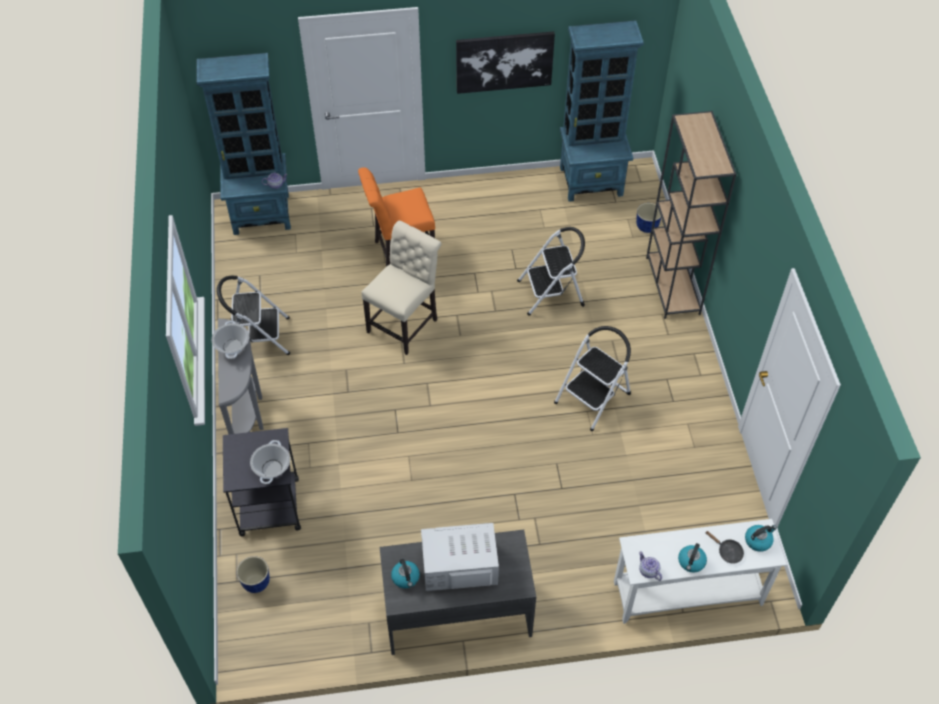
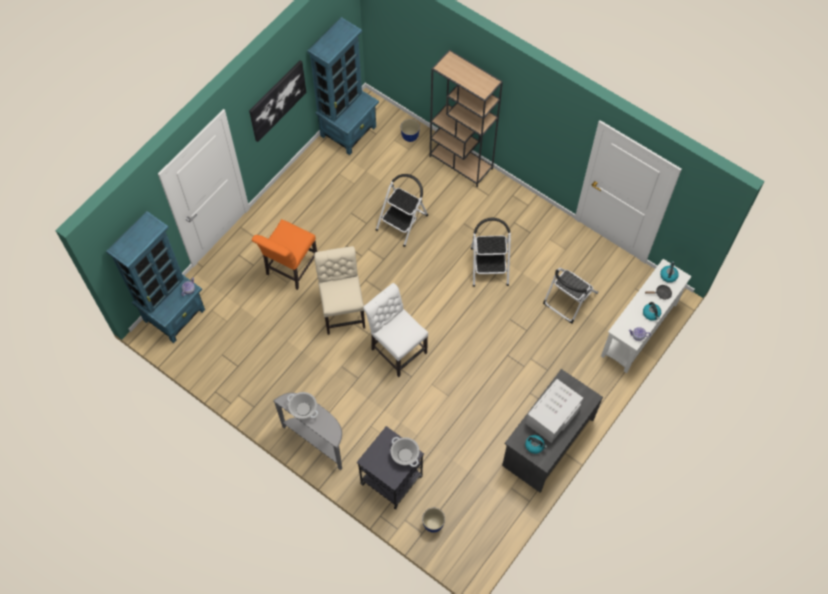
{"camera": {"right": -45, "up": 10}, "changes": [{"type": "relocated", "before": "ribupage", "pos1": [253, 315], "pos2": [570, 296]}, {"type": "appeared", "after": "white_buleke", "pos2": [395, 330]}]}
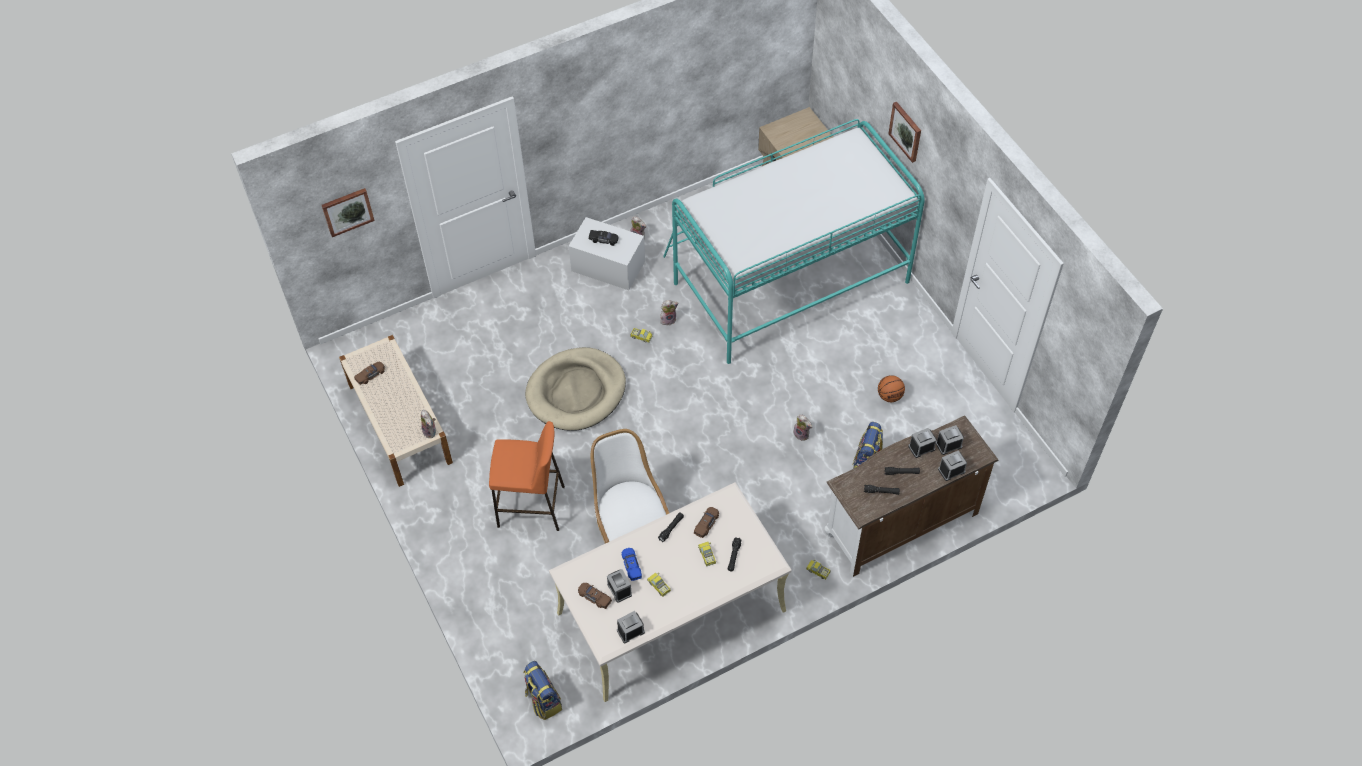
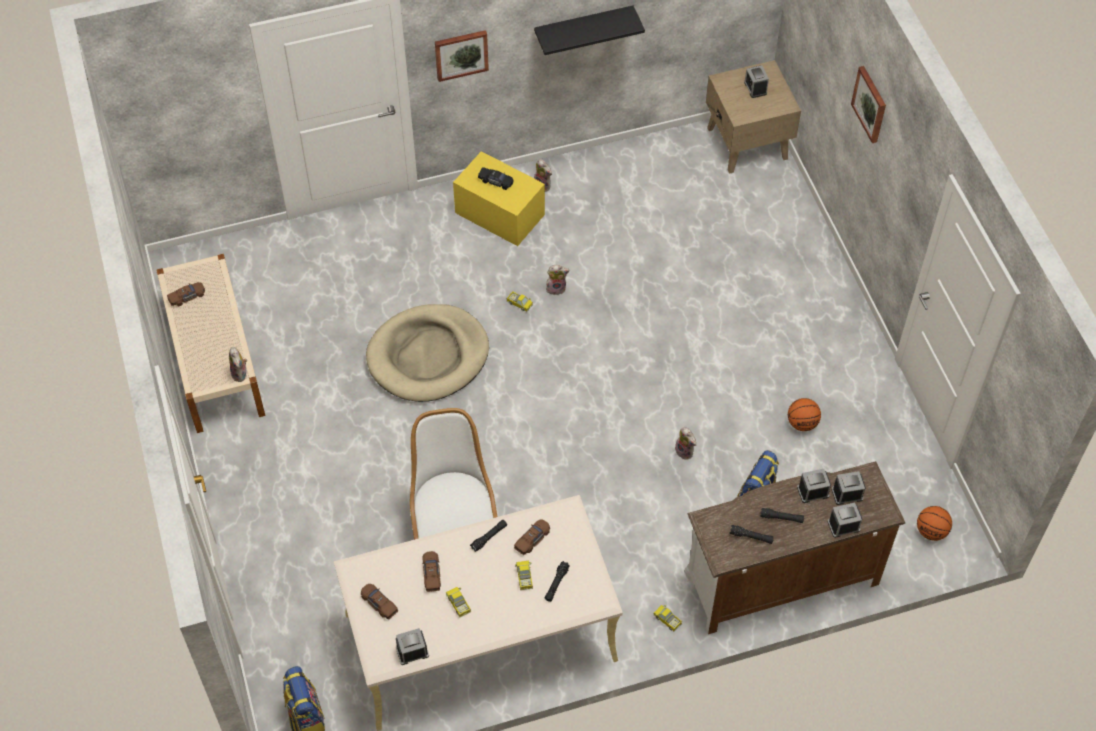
{"camera": {"right": 10, "up": 0}, "changes": [{"type": "relocated", "before": "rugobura", "pos1": [348, 212], "pos2": [462, 56]}, {"type": "missing", "before": "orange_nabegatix", "pos1": [527, 476]}, {"type": "colour", "before": "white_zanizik", "after": "yellow_zanizik", "pos1": [607, 253], "pos2": [499, 198]}, {"type": "relocated", "before": "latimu", "pos1": [619, 586], "pos2": [756, 81]}, {"type": "colour", "before": "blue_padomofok", "after": "brown_padomofok", "pos1": [631, 564], "pos2": [431, 571]}, {"type": "missing", "before": "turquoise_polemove", "pos1": [794, 241]}, {"type": "appeared", "after": "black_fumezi", "pos2": [589, 30]}, {"type": "appeared", "after": "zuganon", "pos2": [934, 523]}]}
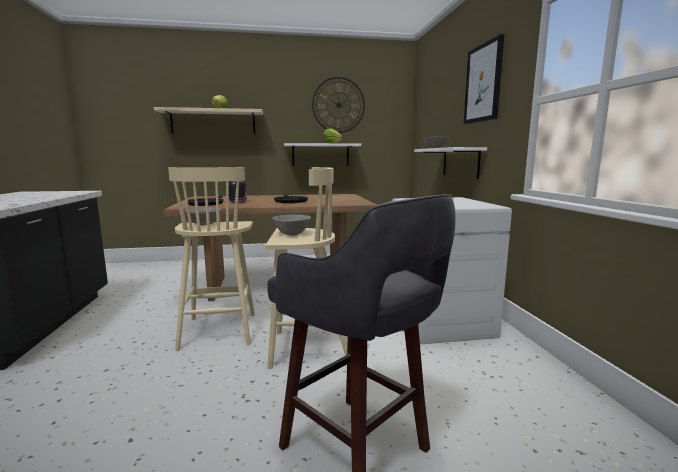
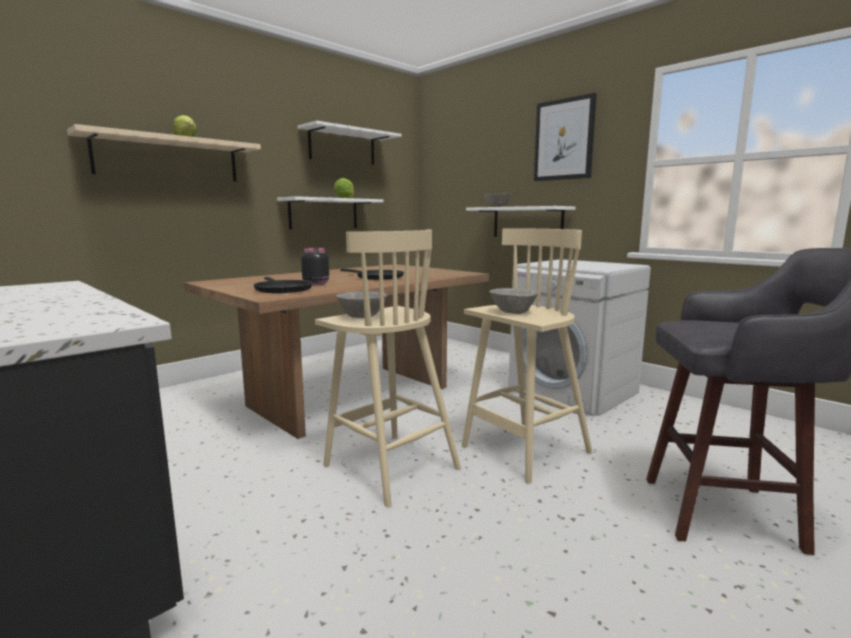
{"camera": {"right": -35, "up": 0}, "changes": [{"type": "exchanged", "before": "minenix", "after": "white_fumezi", "pos1": [338, 105], "pos2": [349, 143]}]}
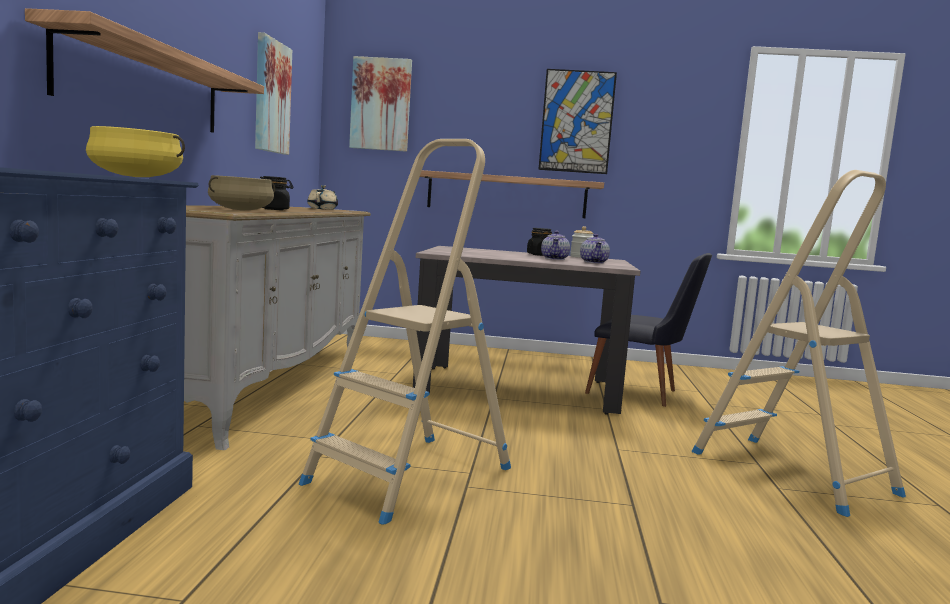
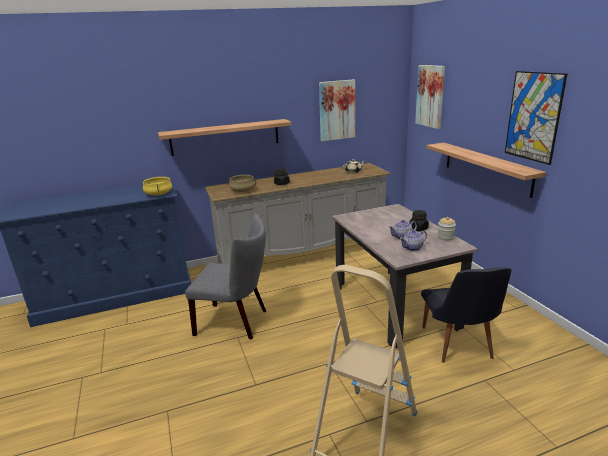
{"camera": {"right": 65, "up": 15}, "changes": [{"type": "exchanged", "before": "beige_ribupage", "after": "grey_buleke", "pos1": [405, 332], "pos2": [225, 276]}]}
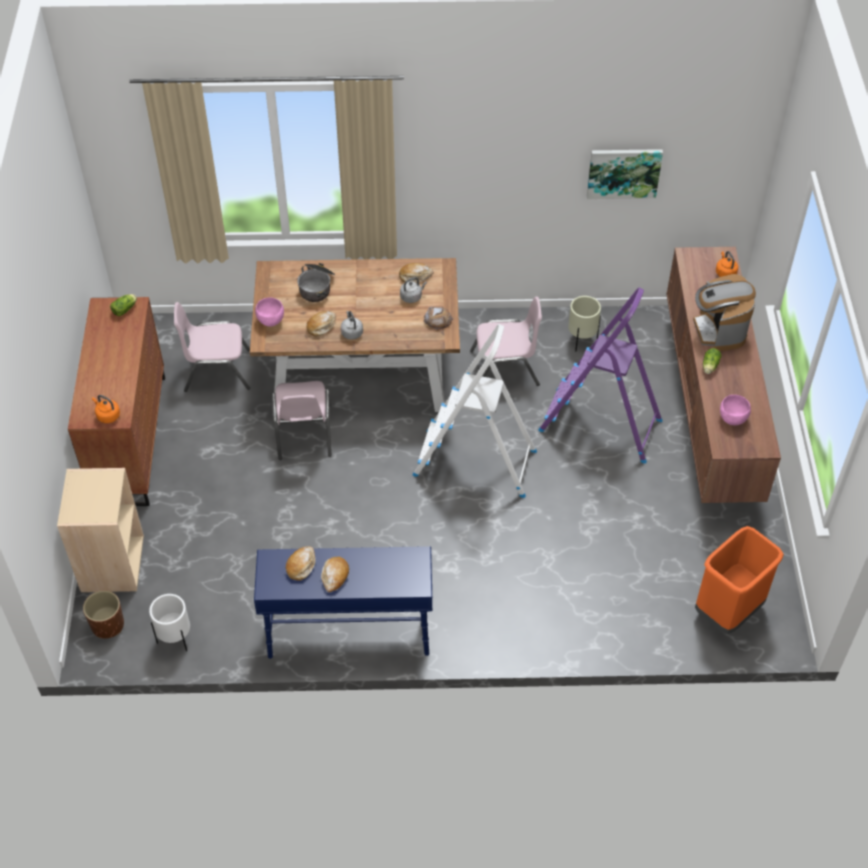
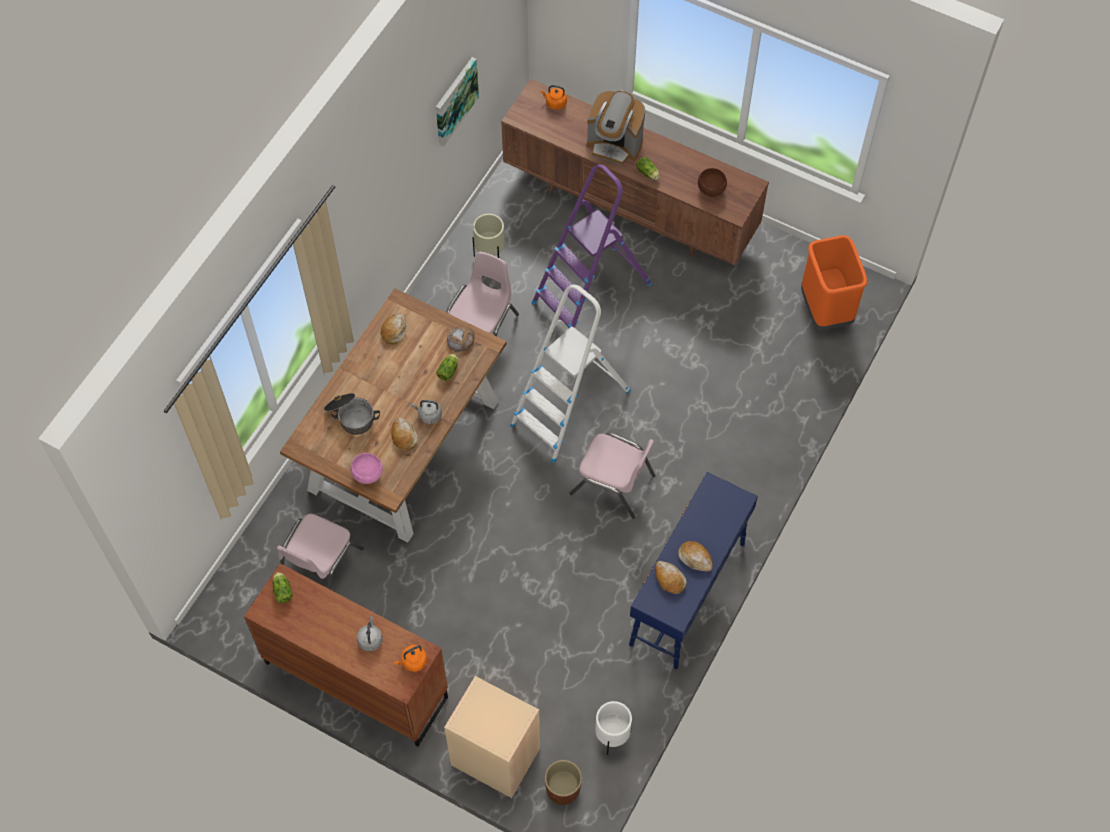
{"camera": {"right": -60, "up": 10}, "changes": [{"type": "relocated", "before": "pink_buleke", "pos1": [302, 420], "pos2": [612, 476]}, {"type": "relocated", "before": "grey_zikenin", "pos1": [413, 290], "pos2": [370, 634]}, {"type": "colour", "before": "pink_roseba", "after": "brown_roseba", "pos1": [735, 410], "pos2": [712, 182]}, {"type": "appeared", "after": "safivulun", "pos2": [447, 367]}]}
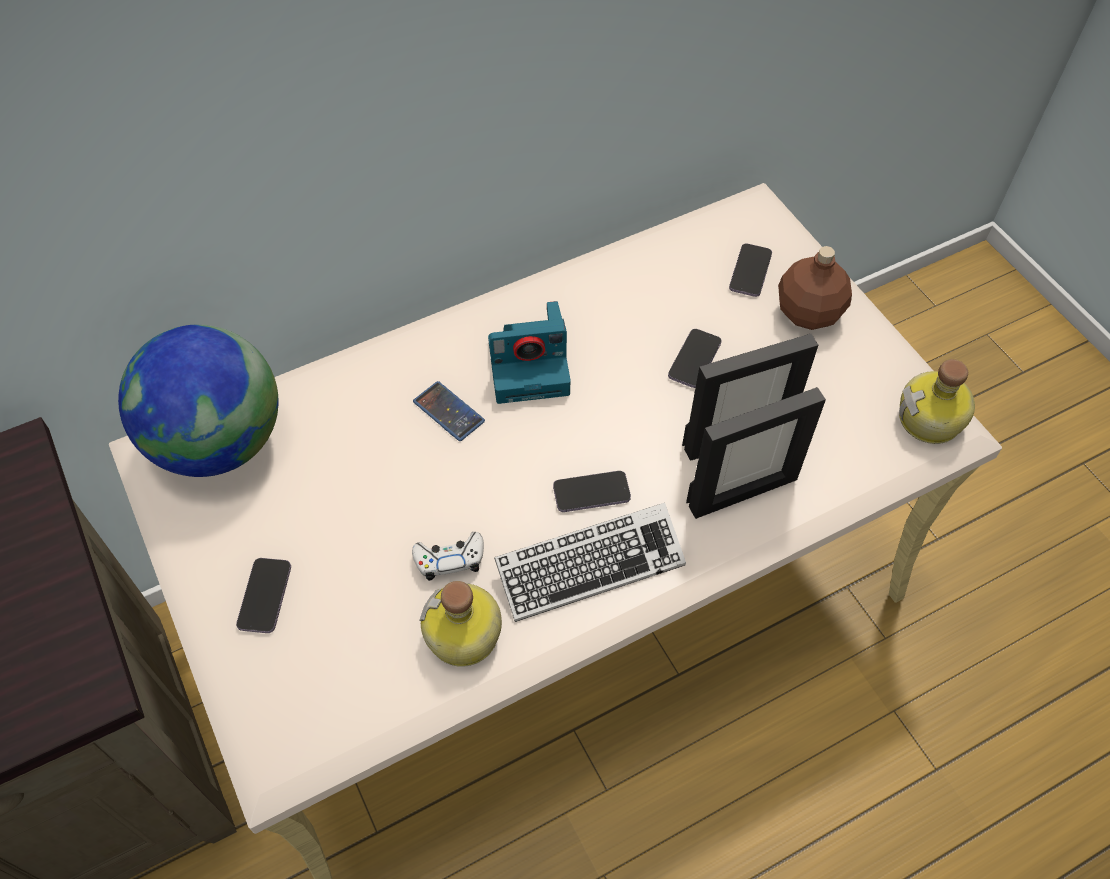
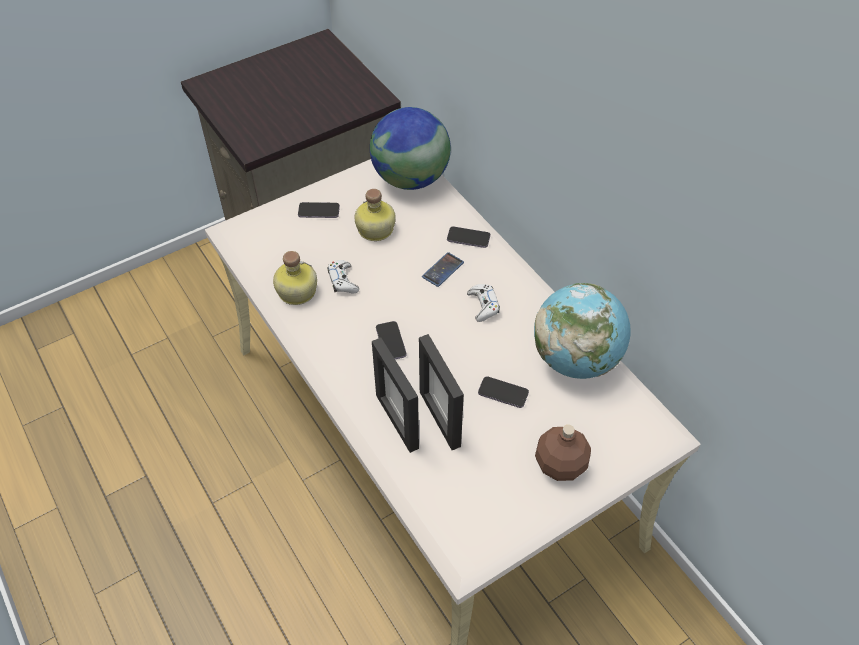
{"camera": {"right": 85, "up": -5}, "changes": [{"type": "exchanged", "before": "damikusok", "after": "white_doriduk", "pos1": [529, 352], "pos2": [483, 303]}, {"type": "missing", "before": "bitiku", "pos1": [590, 562]}, {"type": "relocated", "before": "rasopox", "pos1": [750, 270], "pos2": [468, 237]}, {"type": "relocated", "before": "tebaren", "pos1": [937, 401], "pos2": [375, 215]}, {"type": "appeared", "after": "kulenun", "pos2": [582, 331]}]}
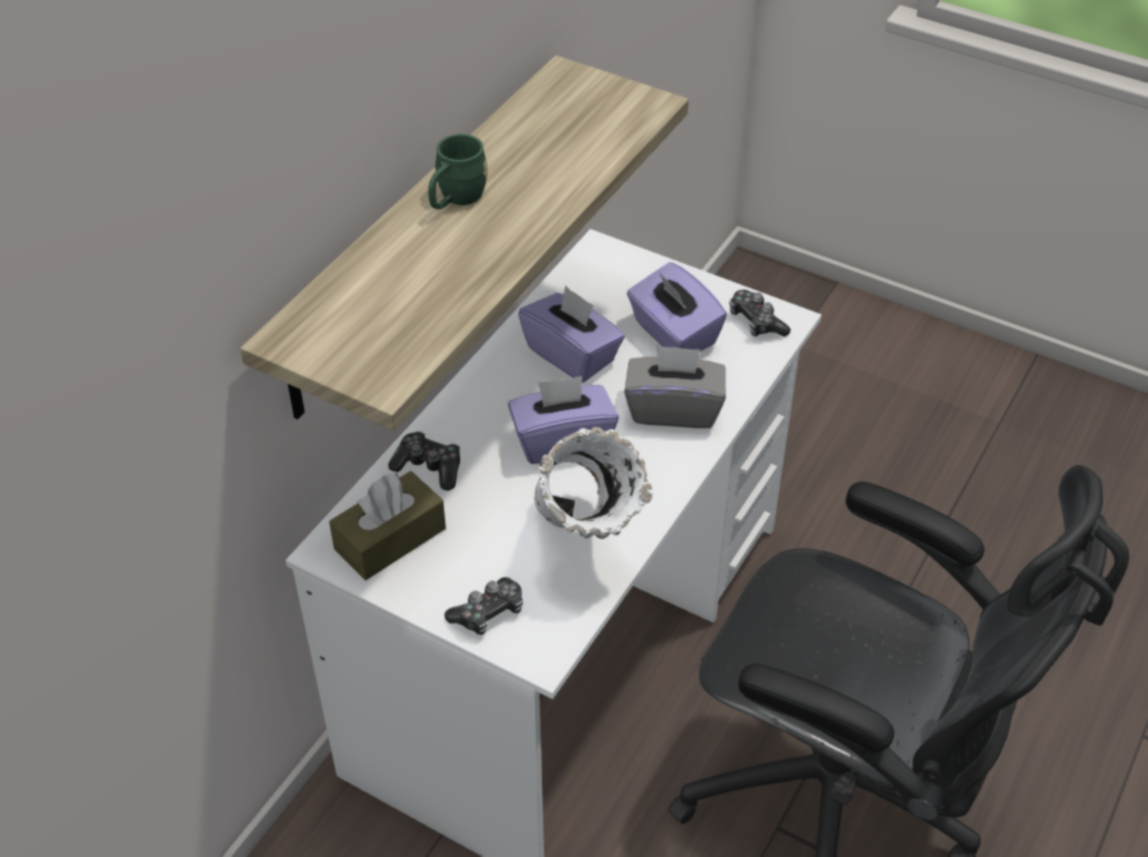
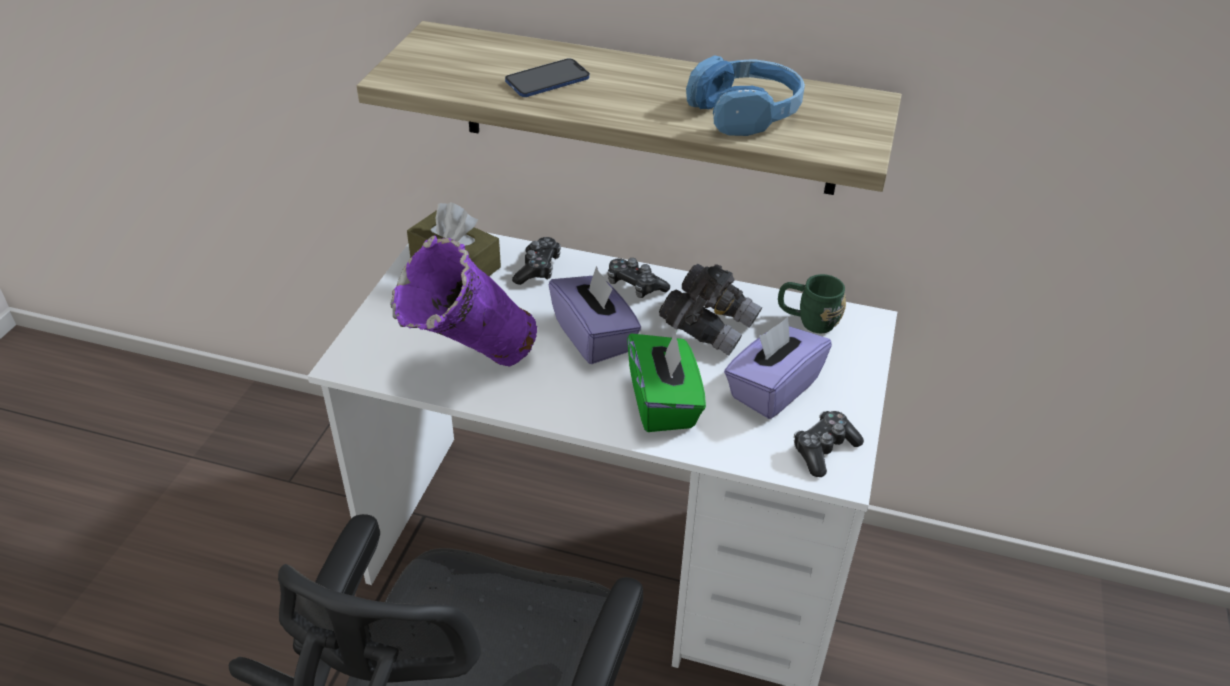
{"camera": {"right": 75, "up": -5}, "changes": [{"type": "relocated", "before": "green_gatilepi", "pos1": [458, 171], "pos2": [812, 303]}, {"type": "relocated", "before": "doriduk", "pos1": [483, 606], "pos2": [639, 278]}, {"type": "exchanged", "before": "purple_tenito", "after": "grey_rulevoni", "pos1": [571, 334], "pos2": [710, 310]}, {"type": "colour", "before": "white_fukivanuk", "after": "purple_fukivanuk", "pos1": [593, 483], "pos2": [463, 301]}, {"type": "colour", "before": "grey_tenito", "after": "green_tenito", "pos1": [675, 386], "pos2": [666, 381]}, {"type": "appeared", "after": "rasopox", "pos2": [547, 77]}, {"type": "appeared", "after": "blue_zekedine", "pos2": [745, 95]}]}
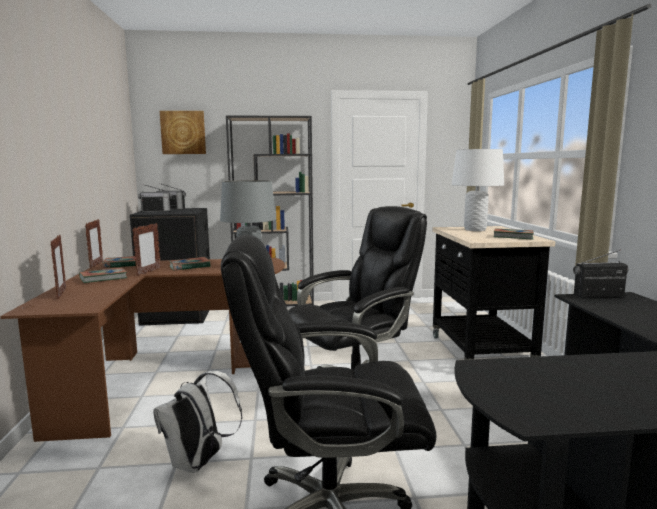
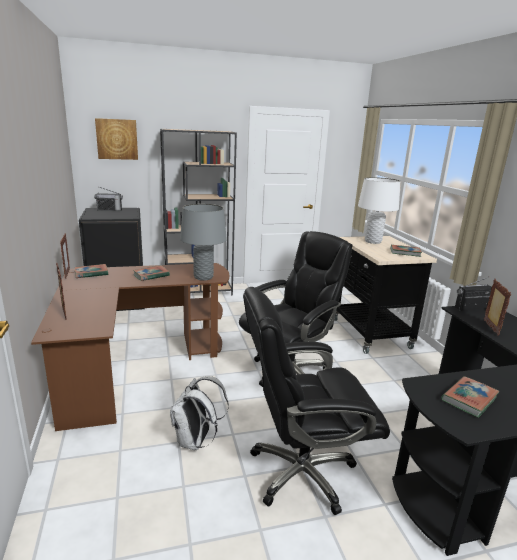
{"camera": {"right": -10, "up": 10}, "changes": [{"type": "relocated", "before": "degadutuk", "pos1": [103, 275], "pos2": [470, 397]}, {"type": "relocated", "before": "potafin", "pos1": [146, 249], "pos2": [497, 307]}, {"type": "missing", "before": "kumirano", "pos1": [155, 198]}]}
